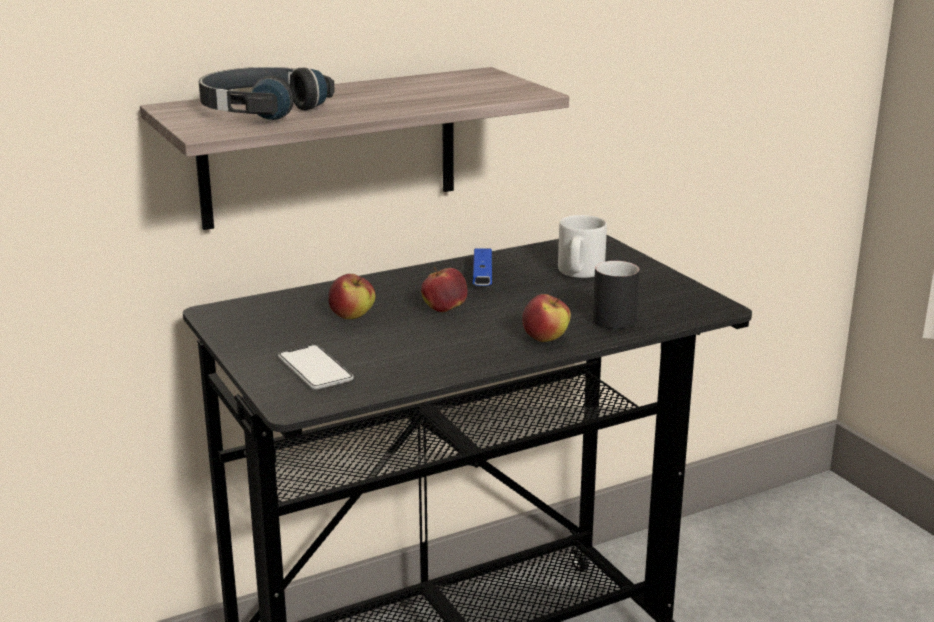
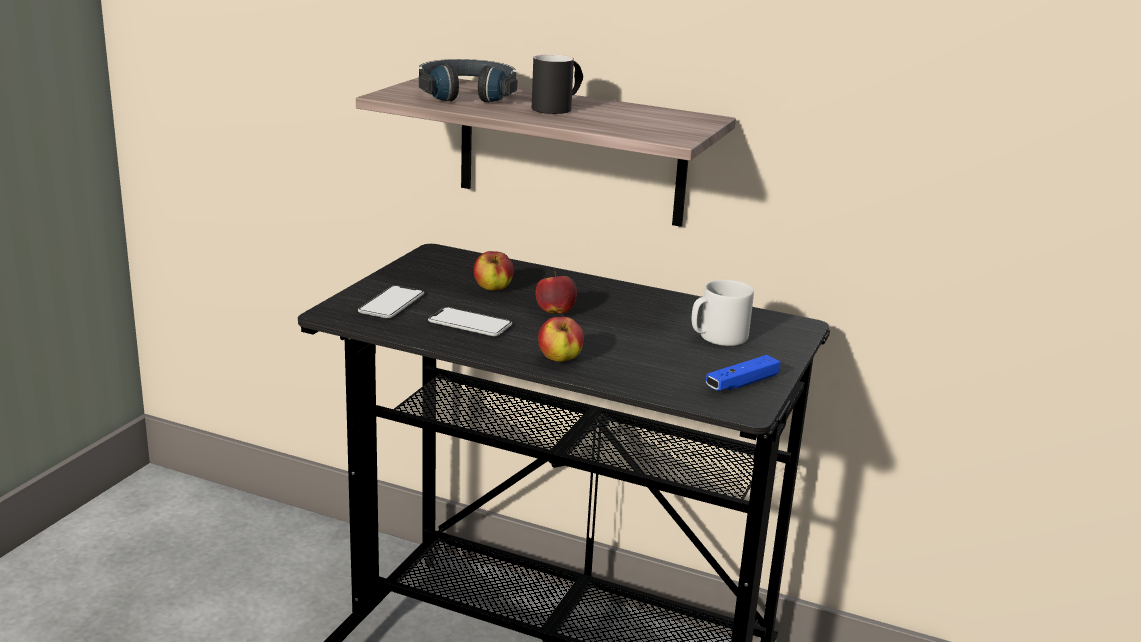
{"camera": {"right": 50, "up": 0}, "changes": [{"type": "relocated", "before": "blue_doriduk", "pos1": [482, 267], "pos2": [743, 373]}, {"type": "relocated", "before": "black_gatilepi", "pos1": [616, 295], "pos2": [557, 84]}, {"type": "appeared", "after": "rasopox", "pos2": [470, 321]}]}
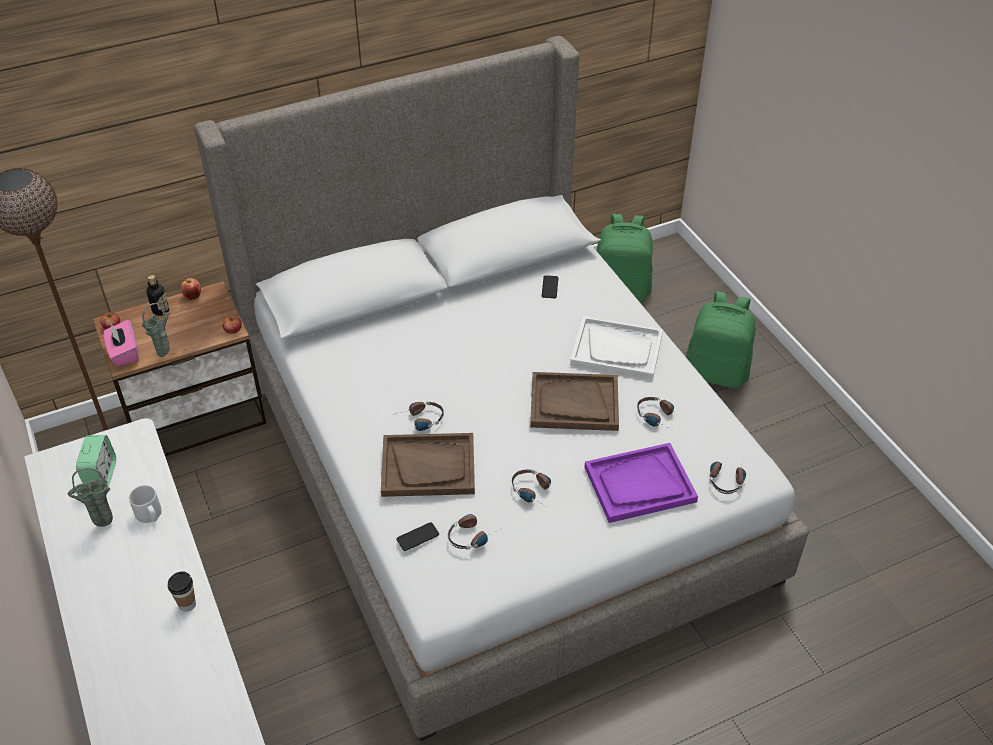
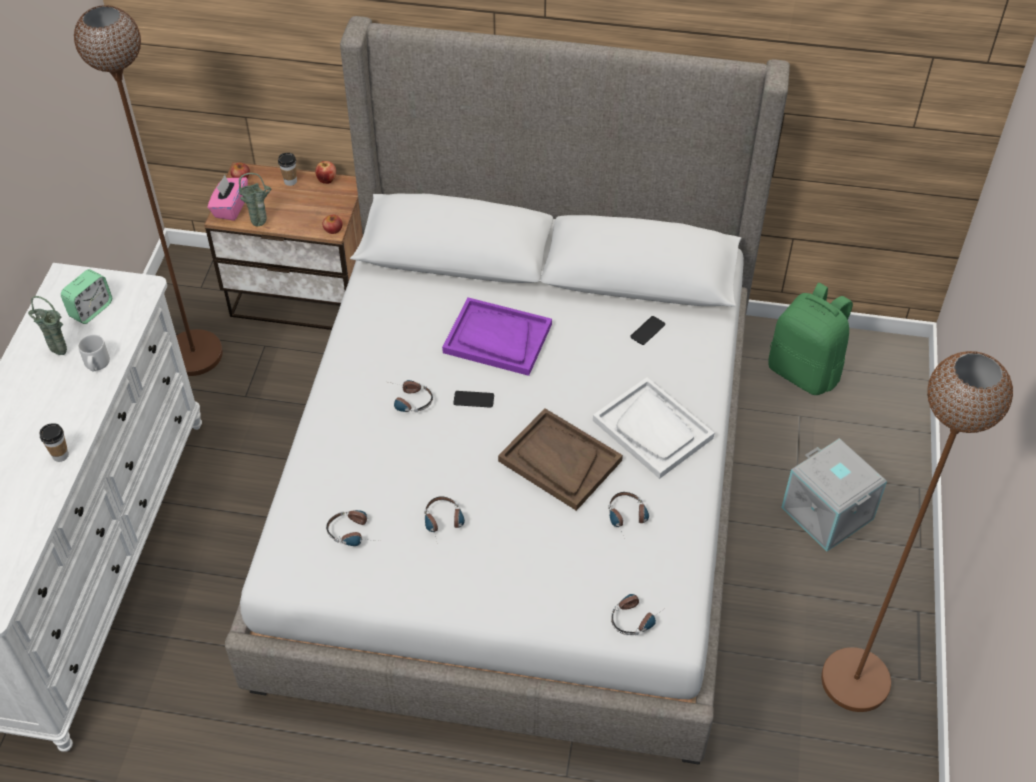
{"camera": {"right": 35, "up": 5}, "changes": [{"type": "exchanged", "before": "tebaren", "after": "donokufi", "pos1": [157, 295], "pos2": [287, 169]}, {"type": "missing", "before": "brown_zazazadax", "pos1": [428, 465]}, {"type": "relocated", "before": "rasopox", "pos1": [417, 536], "pos2": [473, 399]}, {"type": "relocated", "before": "purple_zazazadax", "pos1": [641, 483], "pos2": [497, 336]}, {"type": "exchanged", "before": "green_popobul", "after": "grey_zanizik", "pos1": [721, 340], "pos2": [834, 494]}, {"type": "appeared", "after": "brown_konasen", "pos2": [917, 531]}]}
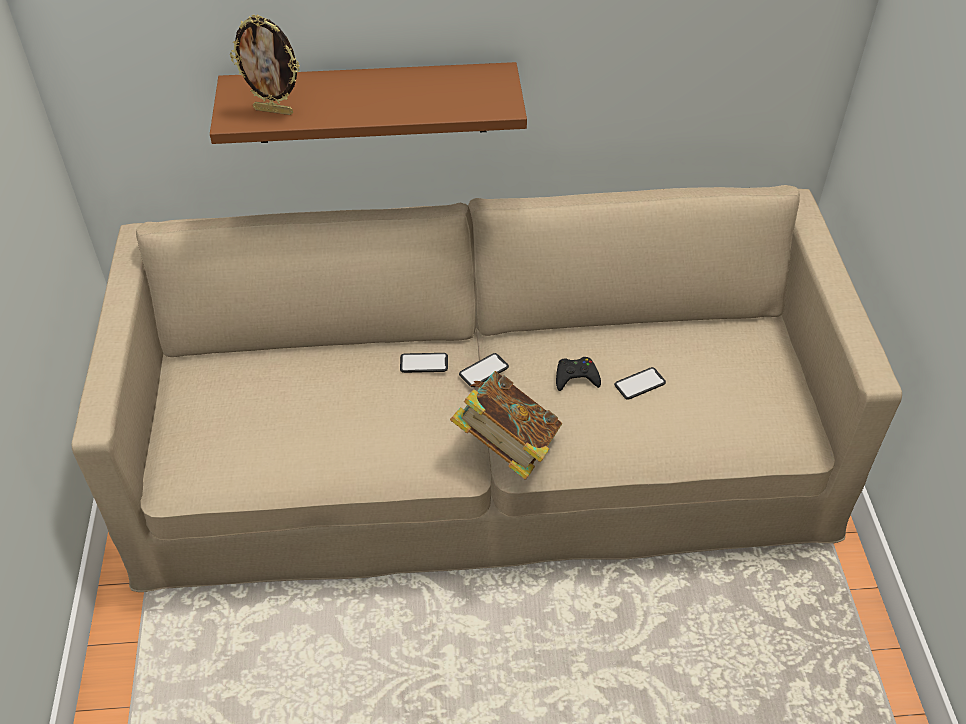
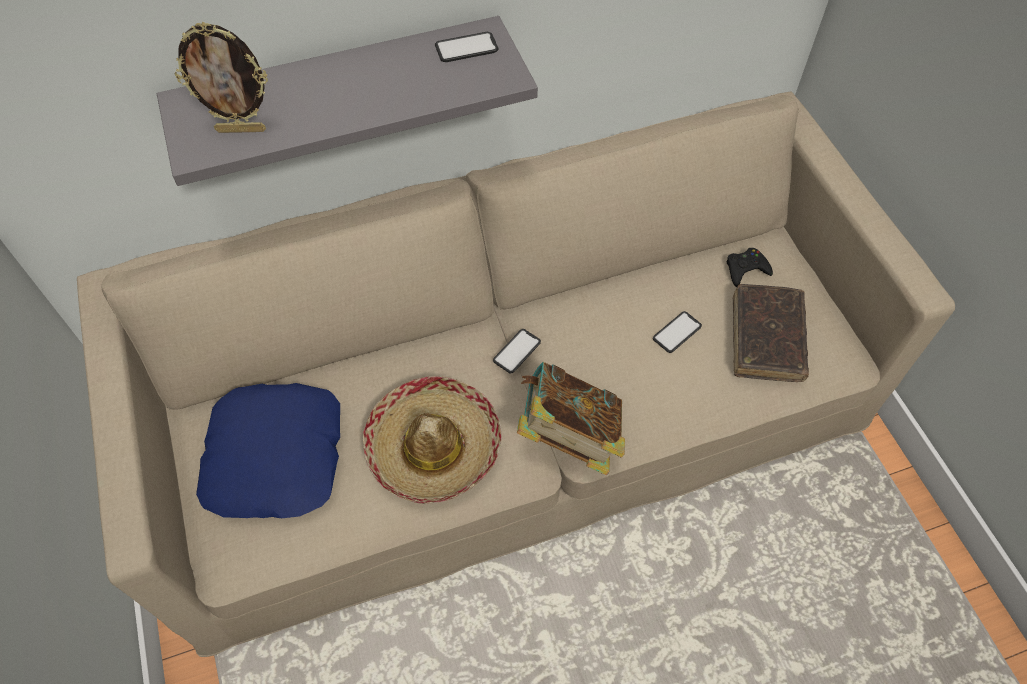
{"camera": {"right": -15, "up": 10}, "changes": [{"type": "colour", "before": "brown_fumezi", "after": "grey_fumezi", "pos1": [368, 103], "pos2": [347, 101]}, {"type": "relocated", "before": "rasopox", "pos1": [424, 363], "pos2": [466, 47]}, {"type": "relocated", "before": "black_doriduk", "pos1": [578, 374], "pos2": [749, 267]}, {"type": "appeared", "after": "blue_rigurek", "pos2": [268, 450]}, {"type": "appeared", "after": "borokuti", "pos2": [432, 440]}, {"type": "appeared", "after": "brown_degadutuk", "pos2": [771, 333]}]}
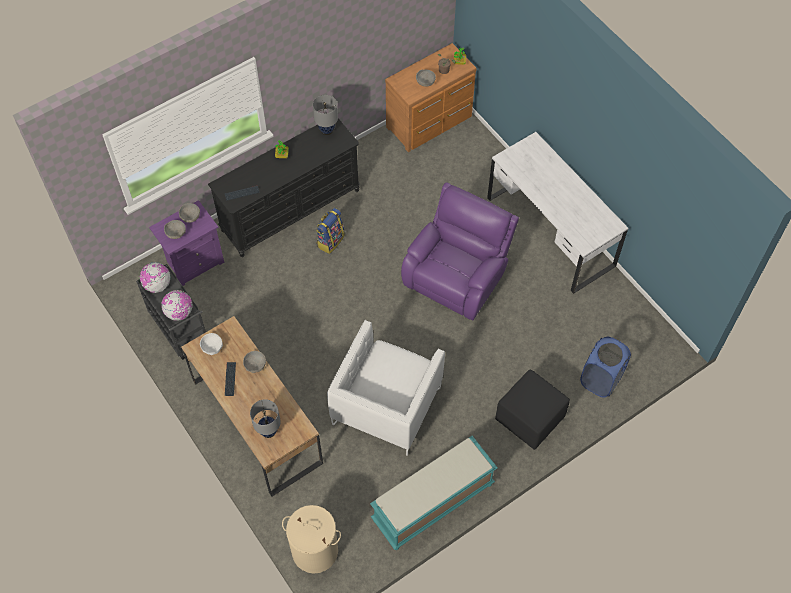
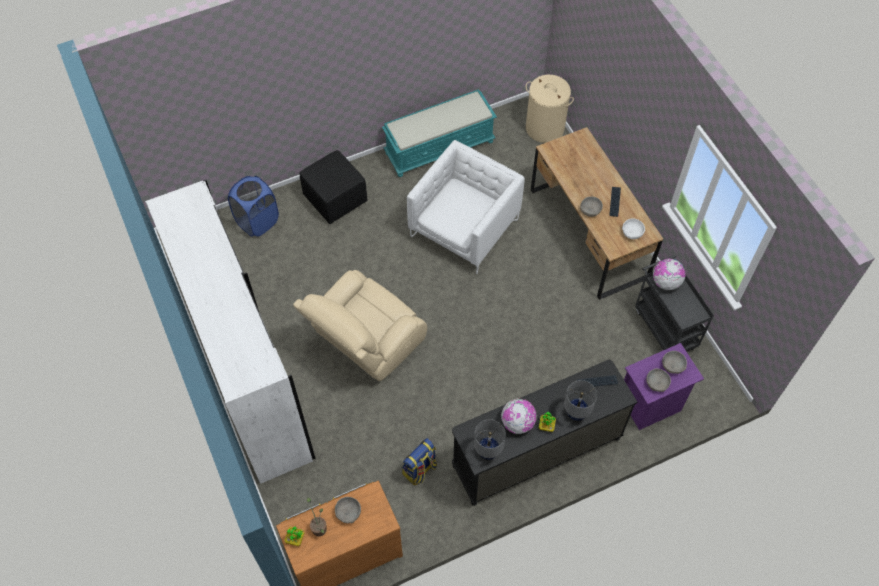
{"camera": {"right": -170, "up": 0}, "changes": [{"type": "relocated", "before": "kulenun", "pos1": [155, 277], "pos2": [519, 416]}, {"type": "relocated", "before": "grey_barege", "pos1": [265, 418], "pos2": [580, 401]}, {"type": "relocated", "before": "popobul", "pos1": [330, 231], "pos2": [419, 461]}, {"type": "colour", "before": "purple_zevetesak", "after": "beige_zevetesak", "pos1": [460, 251], "pos2": [360, 325]}, {"type": "exchanged", "before": "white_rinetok", "after": "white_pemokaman", "pos1": [557, 213], "pos2": [230, 332]}]}
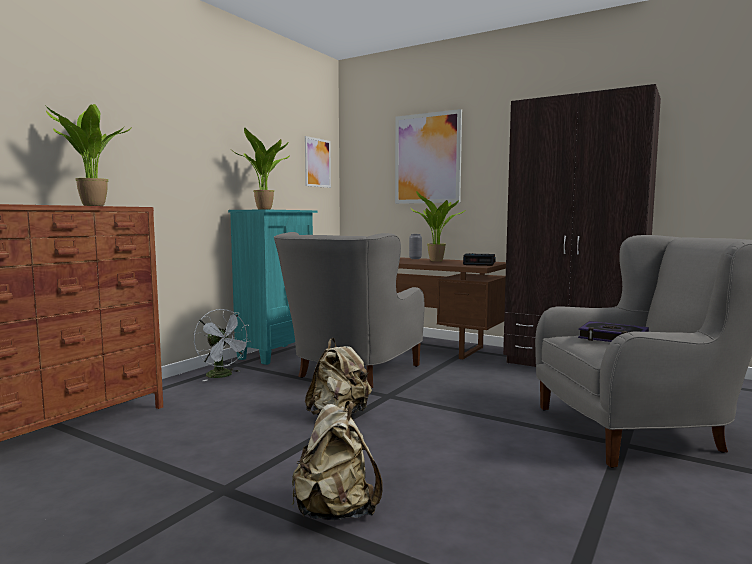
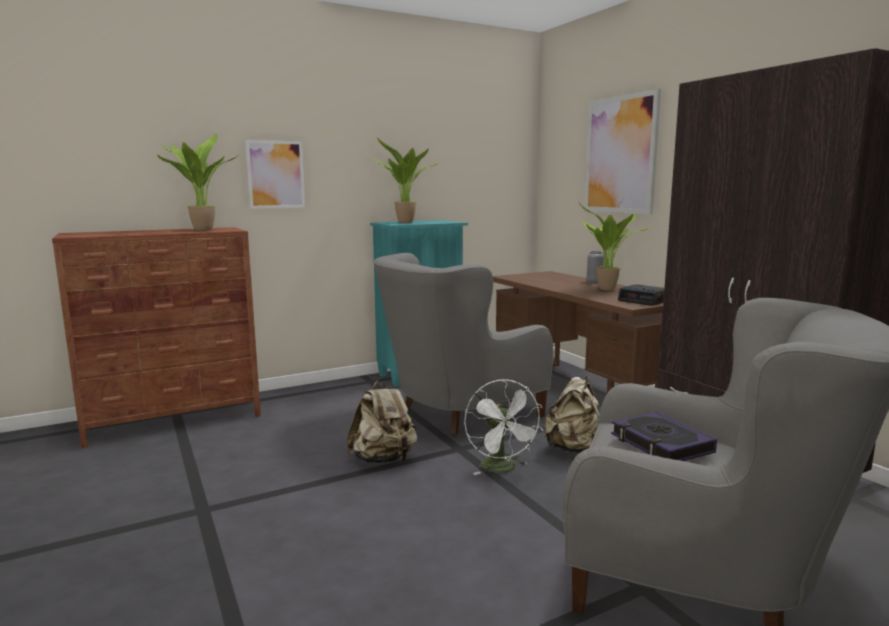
{"camera": {"right": 30, "up": 5}, "changes": [{"type": "relocated", "before": "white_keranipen", "pos1": [222, 345], "pos2": [503, 427]}, {"type": "relocated", "before": "beige_popobul", "pos1": [337, 460], "pos2": [571, 414]}, {"type": "relocated", "before": "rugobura", "pos1": [318, 162], "pos2": [275, 174]}]}
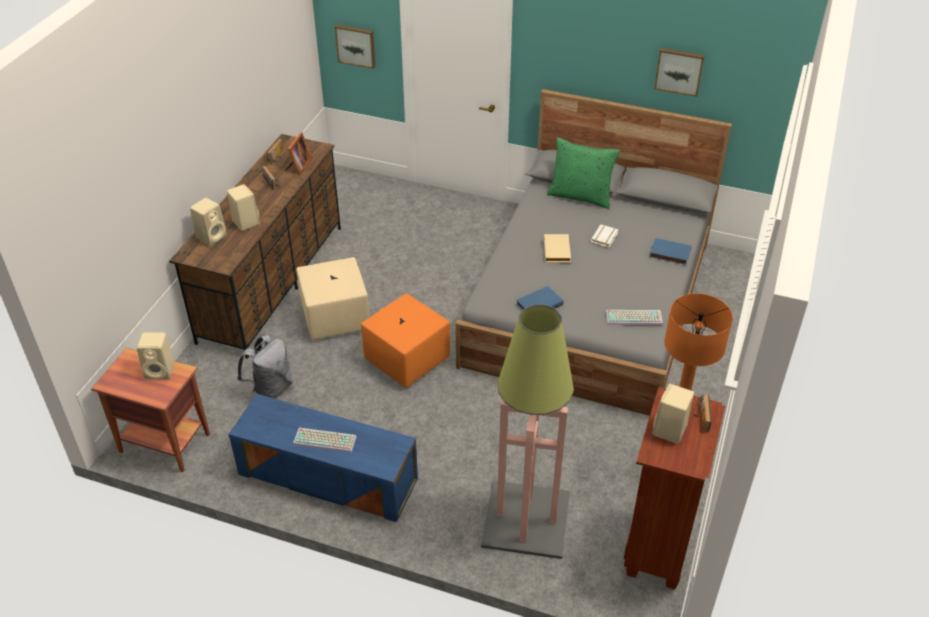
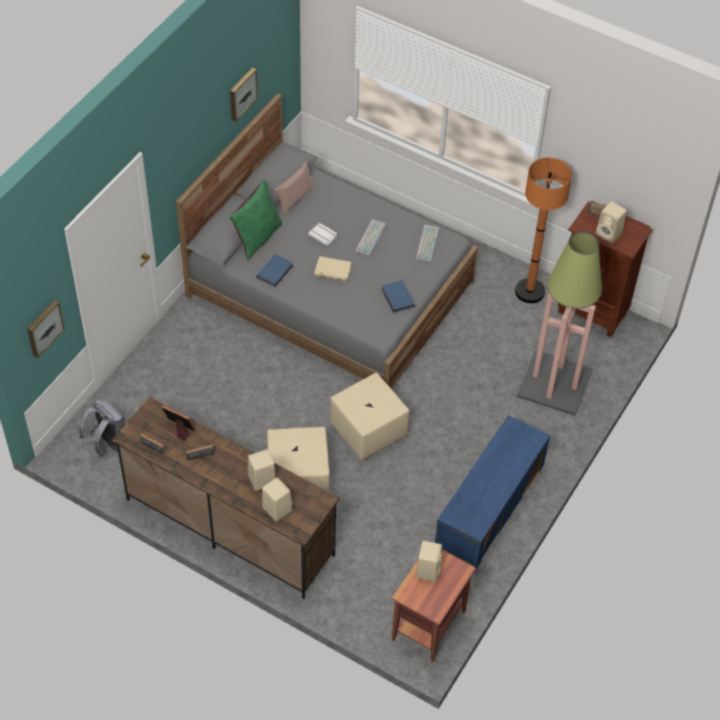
{"camera": {"right": -80, "up": 10}, "changes": [{"type": "relocated", "before": "grey_popobul", "pos1": [265, 367], "pos2": [102, 428]}, {"type": "relocated", "before": "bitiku", "pos1": [325, 440], "pos2": [370, 237]}, {"type": "colour", "before": "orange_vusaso", "after": "beige_vusaso", "pos1": [405, 340], "pos2": [369, 416]}, {"type": "relocated", "before": "blue_degadutuk", "pos1": [670, 251], "pos2": [275, 270]}, {"type": "appeared", "after": "beige_rigurek", "pos2": [294, 189]}]}
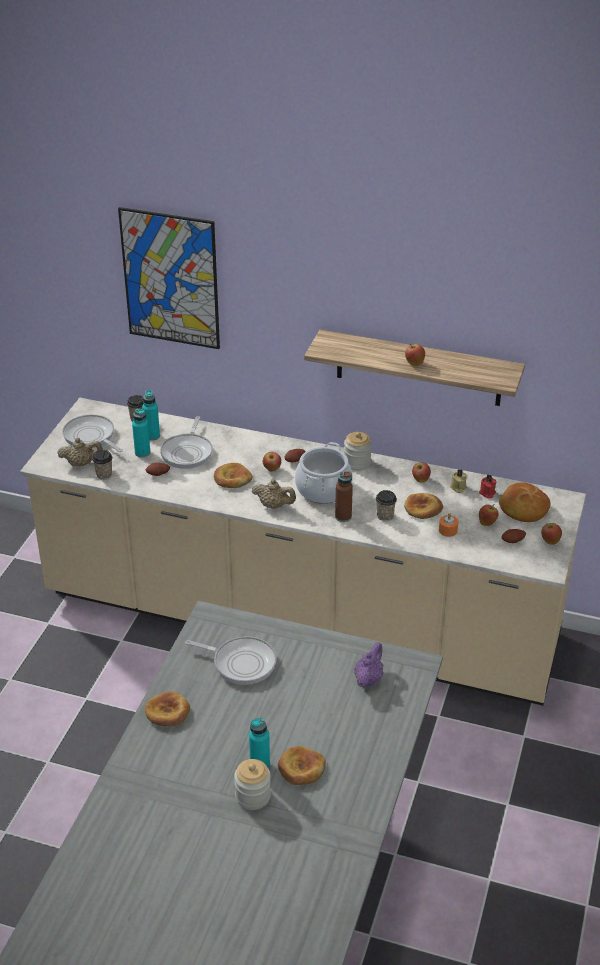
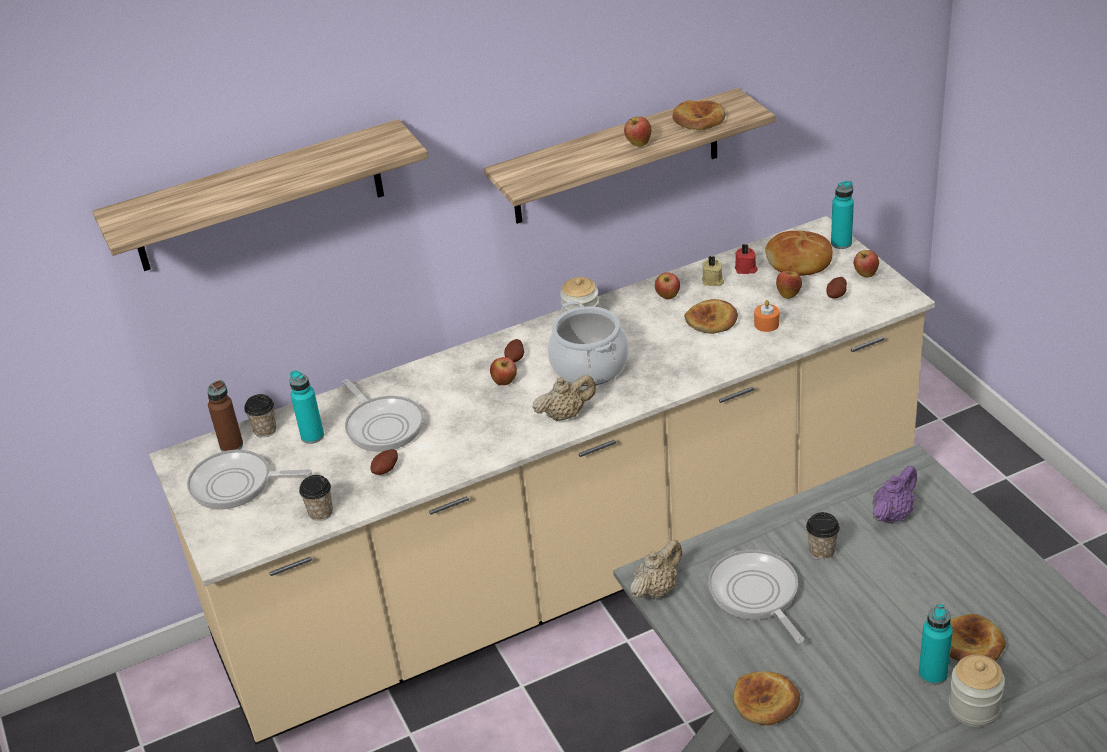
{"camera": {"right": -40, "up": 0}, "changes": [{"type": "relocated", "before": "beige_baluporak", "pos1": [80, 452], "pos2": [656, 570]}, {"type": "exchanged", "before": "rugobura", "after": "fumezi", "pos1": [169, 278], "pos2": [260, 195]}, {"type": "relocated", "before": "turquoise_tebaren", "pos1": [141, 433], "pos2": [842, 215]}, {"type": "spun", "before": "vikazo", "pos1": [231, 660], "pos2": [757, 596], "turn": -90}, {"type": "relocated", "before": "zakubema", "pos1": [233, 475], "pos2": [698, 115]}, {"type": "relocated", "before": "brown_tebaren", "pos1": [344, 496], "pos2": [225, 416]}, {"type": "spun", "before": "purple_baluporak", "pos1": [369, 664], "pos2": [895, 495], "turn": 60}, {"type": "relocated", "before": "donokufi", "pos1": [386, 505], "pos2": [823, 536]}]}
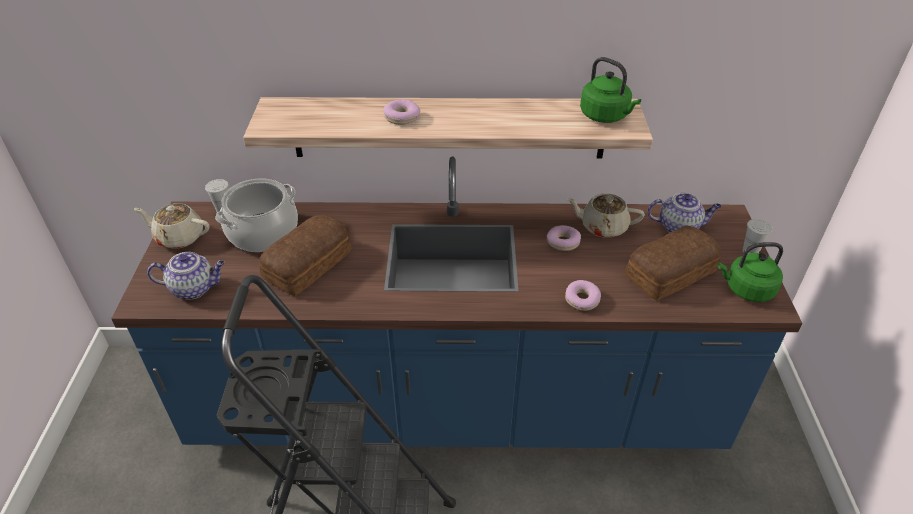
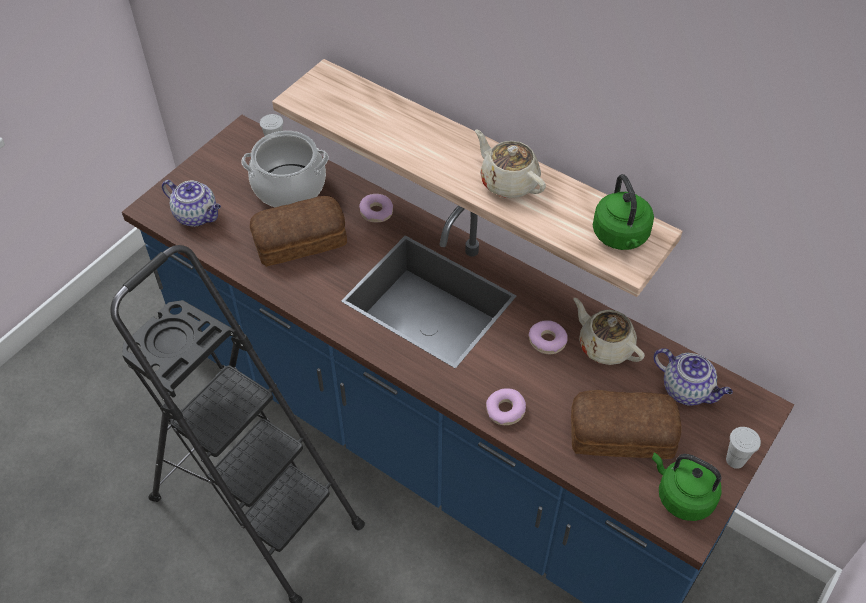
{"camera": {"right": 35, "up": 10}, "changes": [{"type": "relocated", "before": "beige_baluporak", "pos1": [172, 225], "pos2": [510, 163]}, {"type": "relocated", "before": "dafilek", "pos1": [402, 112], "pos2": [376, 208]}]}
